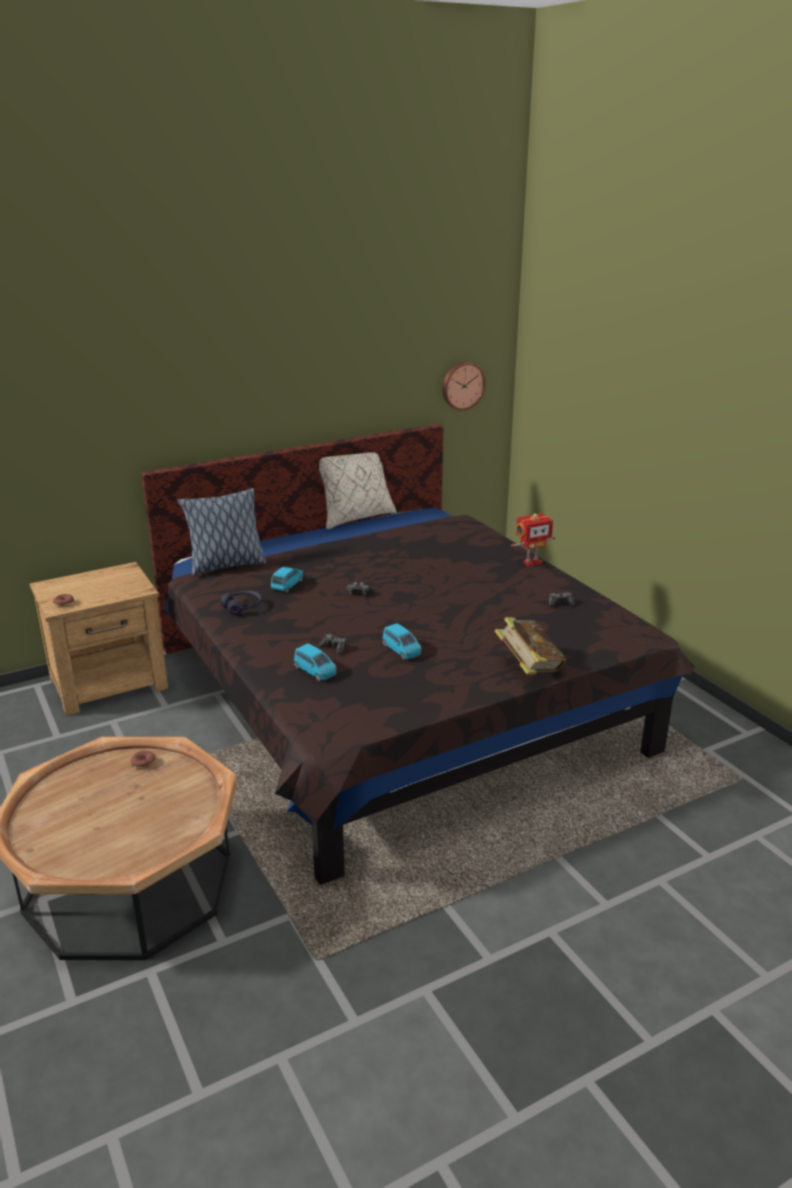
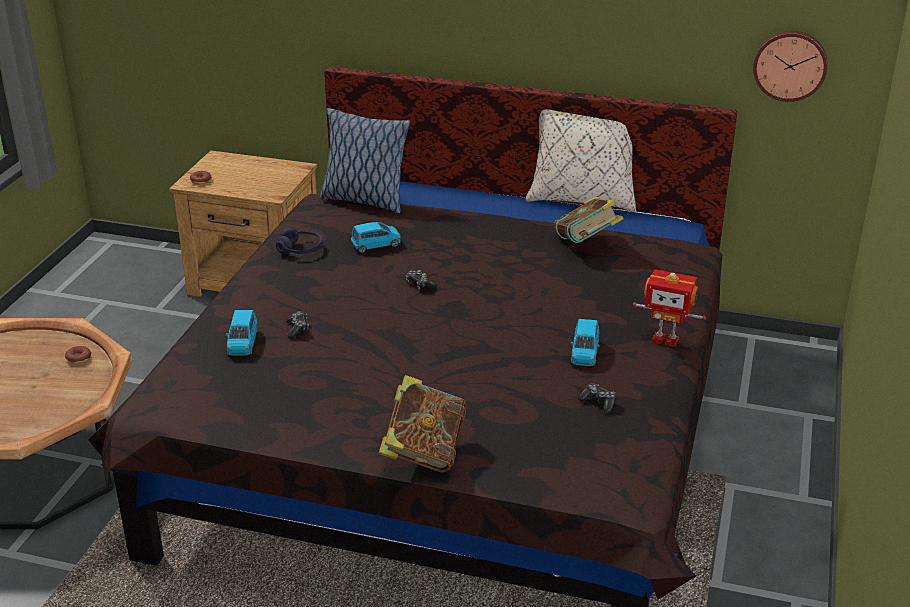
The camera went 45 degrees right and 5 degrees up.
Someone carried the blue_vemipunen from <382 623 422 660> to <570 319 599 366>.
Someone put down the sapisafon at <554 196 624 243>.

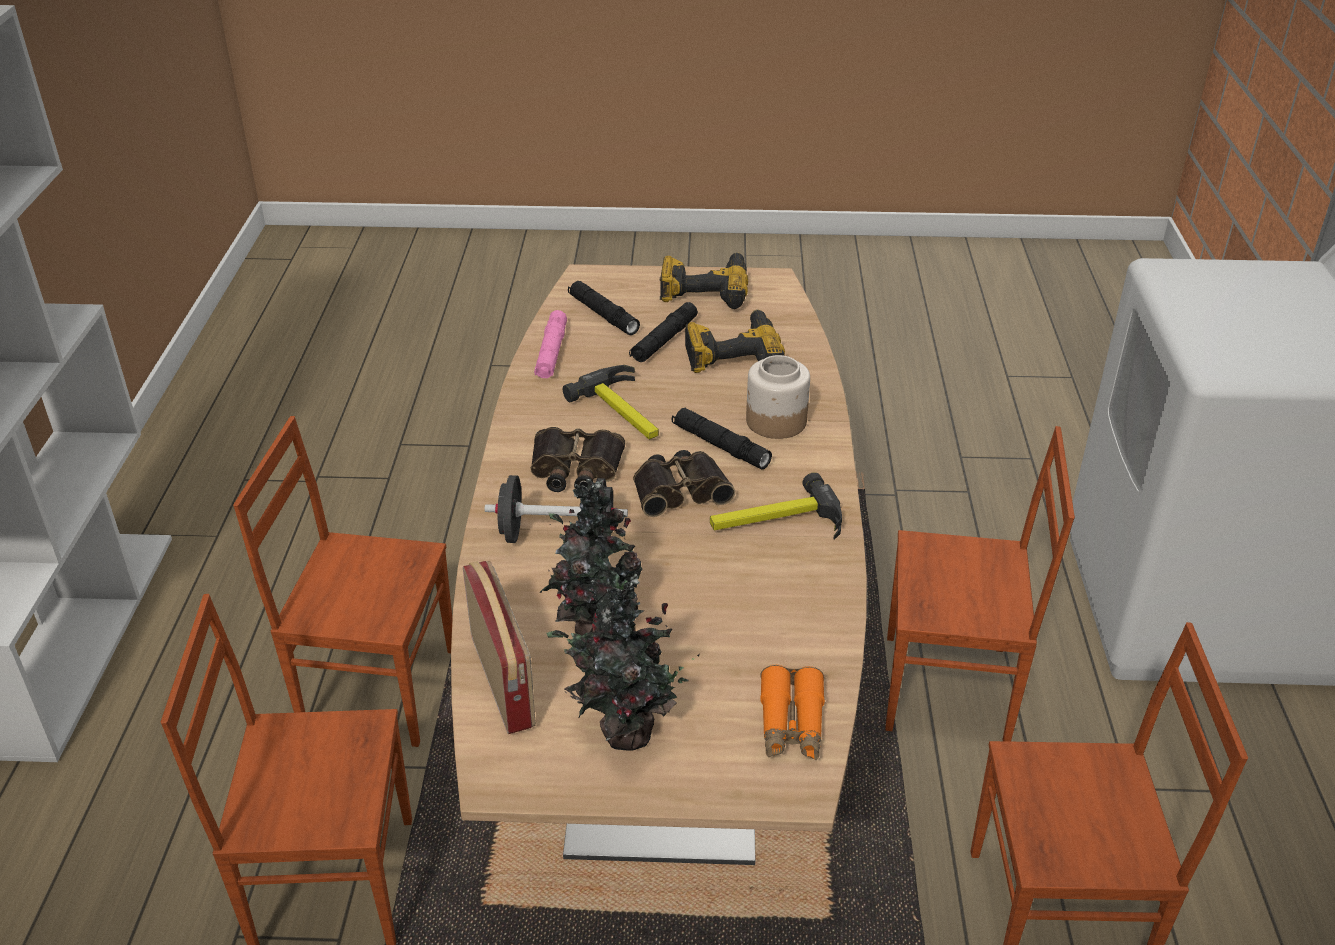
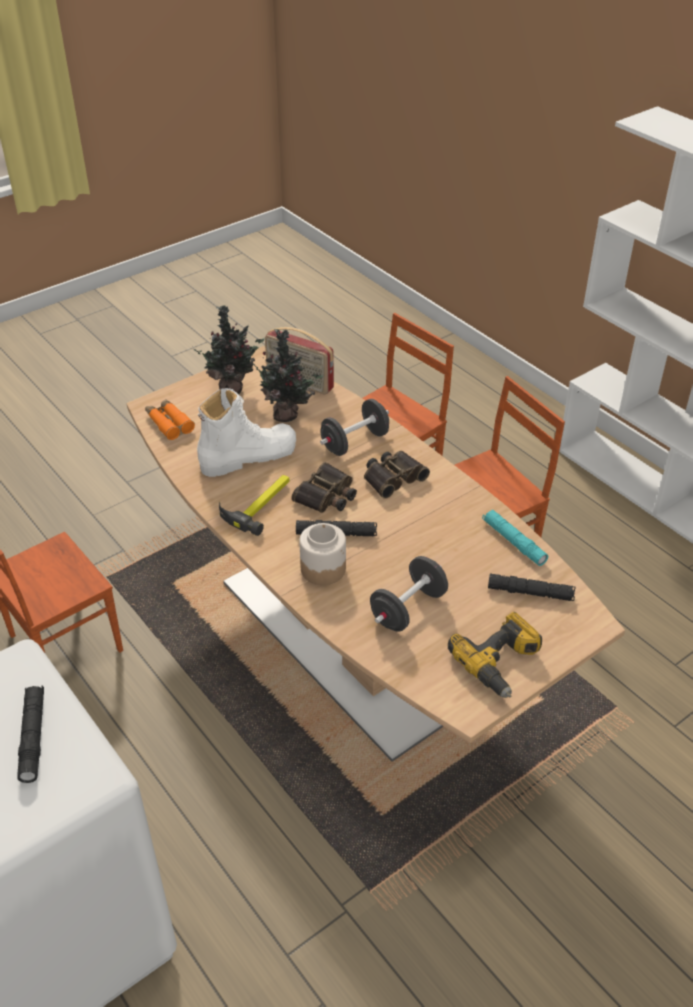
The camera went 140 degrees right and 5 degrees up.
Someone carried the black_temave from <629 302 698 363> to <17 686 44 783>.
Someone swapped the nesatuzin at <685 309 785 373> for the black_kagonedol at <370 556 448 632>.
Someone repainted the pink_temave at <534 310 567 378>, which became the turquoise_temave at <482 510 548 566>.
Someone took away the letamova at <563 365 659 440>.
Someone took away the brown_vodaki at <885 426 1075 742>.
Someone put down the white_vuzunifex at <197 388 296 477>.

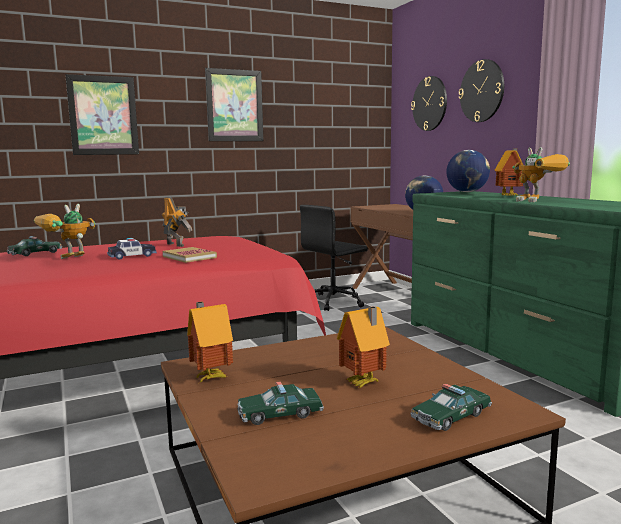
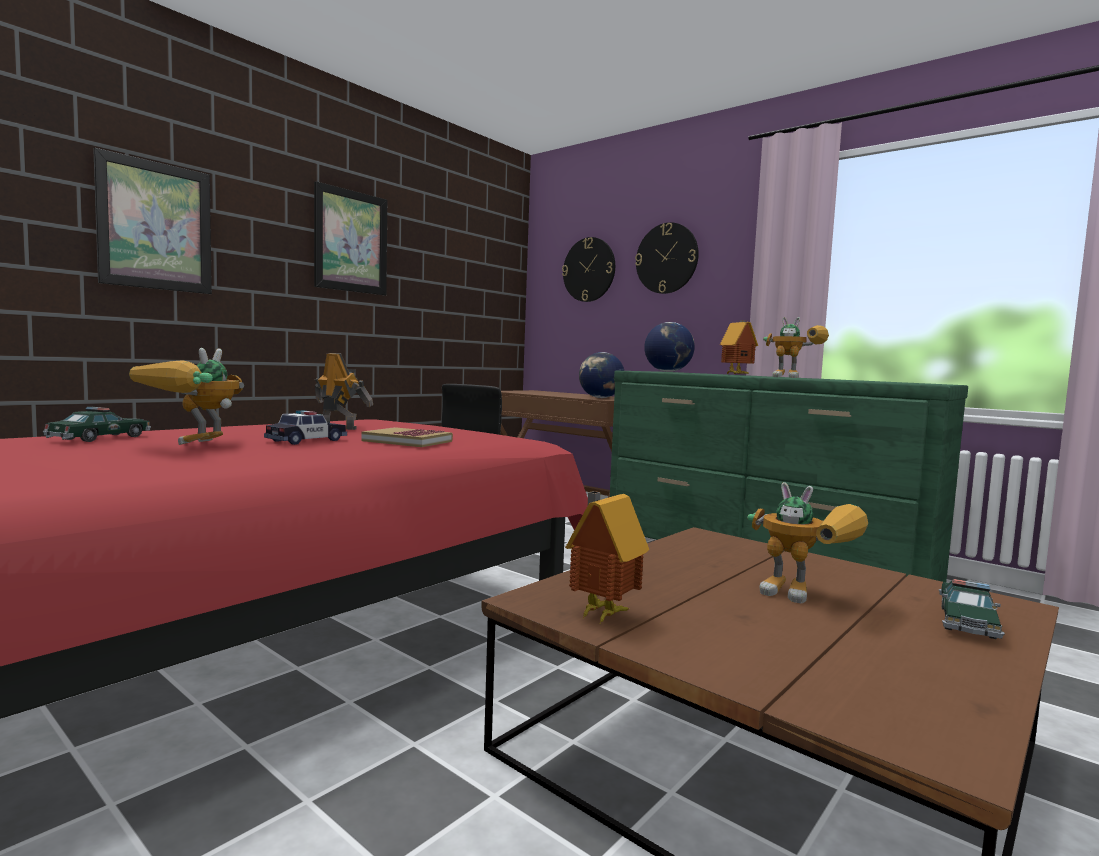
The camera went 25 degrees left and 5 degrees down.
Someone swapped the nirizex at <337 306 390 388> for the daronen at <747 482 868 603>.
Someone took away the vemipunen at <237 381 324 425>.

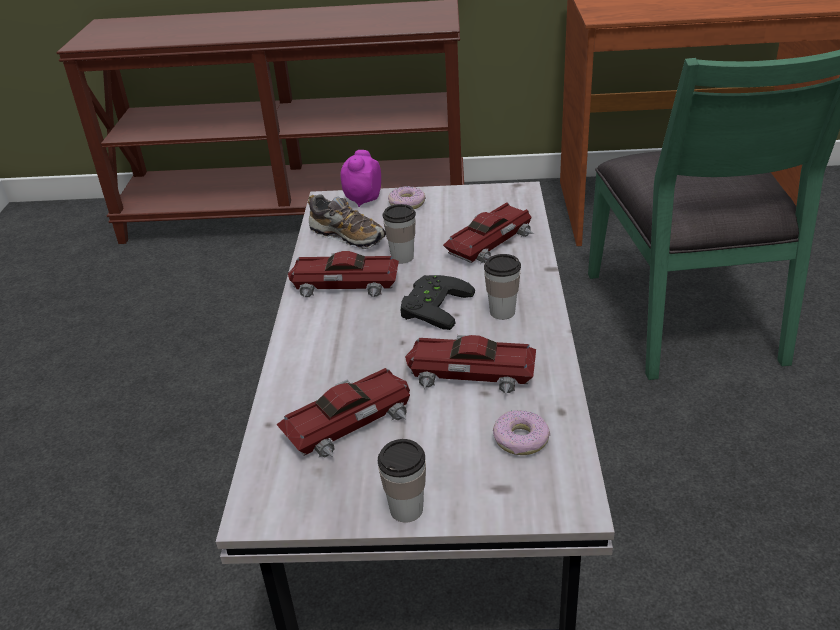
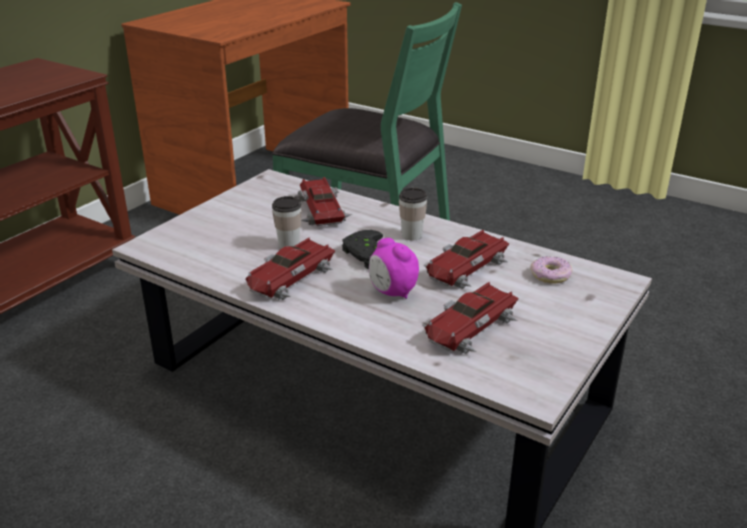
The camera went 60 degrees left and 5 degrees down.
Someone carried the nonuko from <340 150 381 207> to <369 238 419 299>.
Someone took away the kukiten at <388 186 426 209>.
Someone took away the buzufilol at <308 194 386 249>.
Someone rotated the vemipunen at <276 368 410 457> by 135 degrees counterclockwise.
Someone took away the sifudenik at <378 439 426 523>.

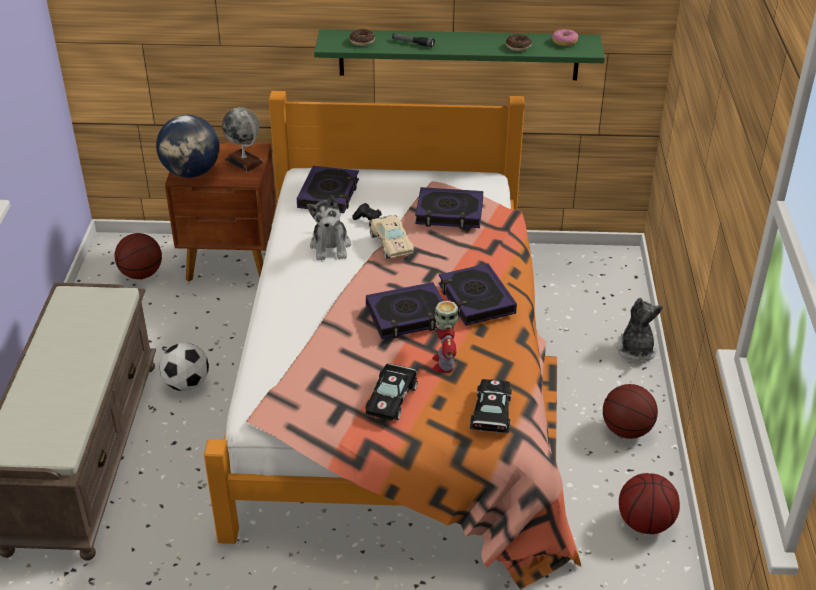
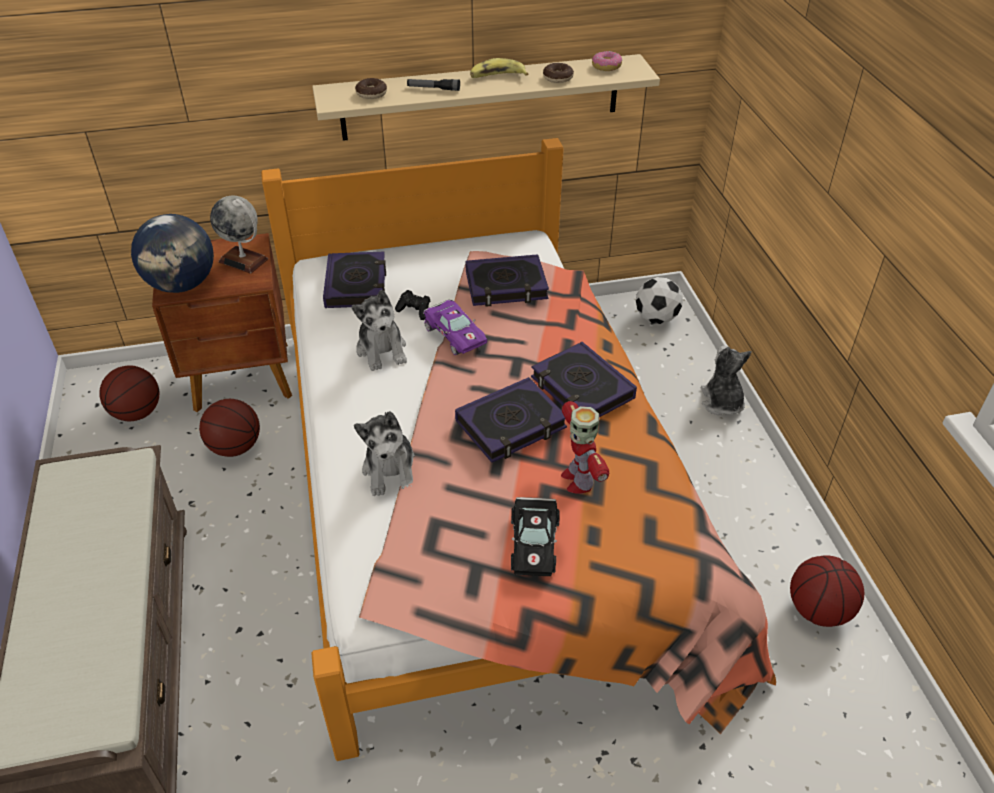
The camera went 15 degrees left and 5 degrees up.
Someone repainted the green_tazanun at <314 29 605 80>, which became the beige_tazanun at <312 54 660 141>.
Someone repainted the beige_vemipunen at <370 215 414 259>, which became the purple_vemipunen at <423 299 487 355>.
Someone carried the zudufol from <159 343 209 391> to <636 277 683 324>.
Someone took away the black_vemipunen at <470 379 512 434>.
Someone carried the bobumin from <603 384 658 439> to <199 399 260 457>.
Someone put down the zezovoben at <470 58 528 78>.
Someone put down the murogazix at <354 411 415 496>.

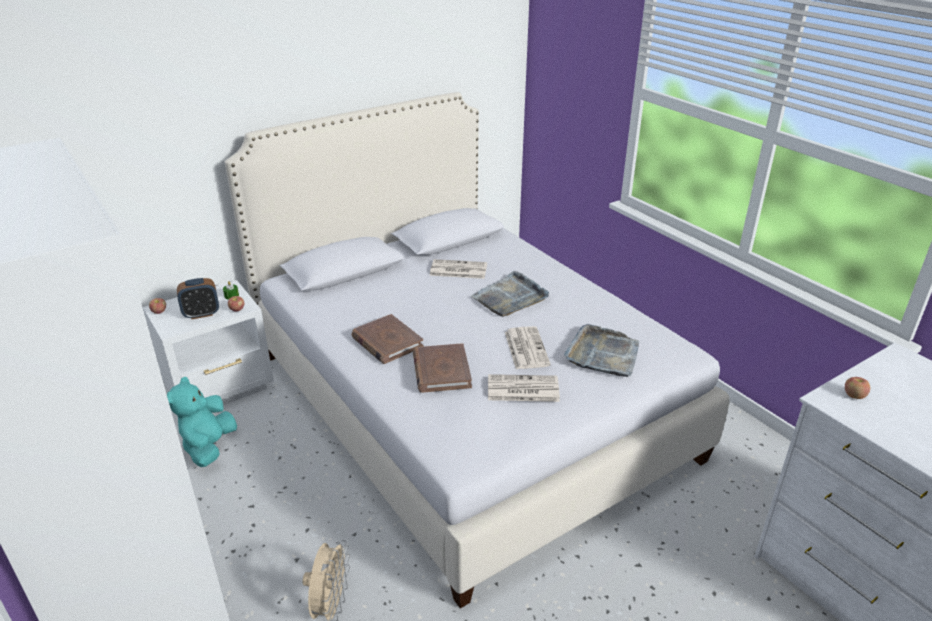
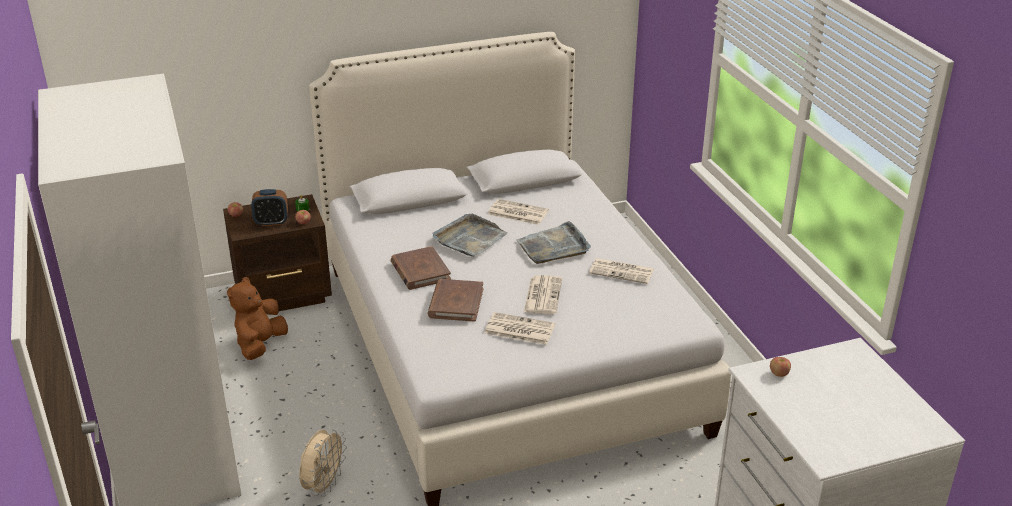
The camera went 15 degrees right and 0 degrees up.
Someone repainted the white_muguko at <143 280 274 405>, which became the brown_muguko at <223 194 332 311>.
Someone carried the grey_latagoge from <564 324 639 377> to <433 214 508 257>.
Someone repainted the turquoise_murogazix at <167 377 237 467>, which became the brown_murogazix at <227 277 288 360>.
Someone put down the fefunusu at <589 258 654 284>.

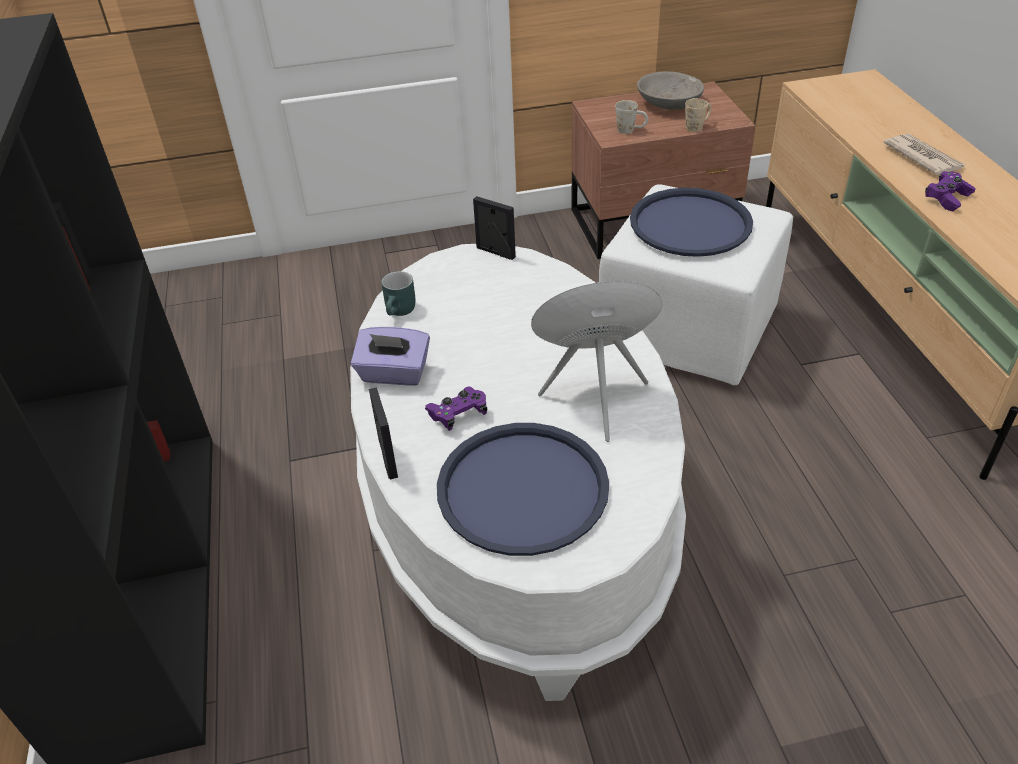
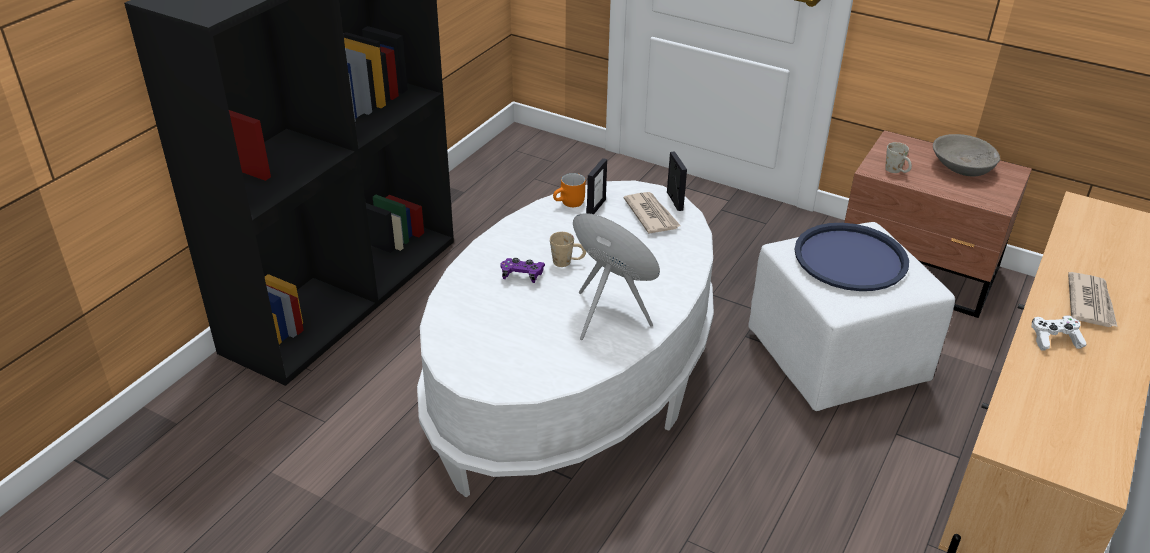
The camera went 40 degrees right and 5 degrees down.
Someone carried the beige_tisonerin from <685 98 712 132> to <550 232 586 267>.
Someone repainted the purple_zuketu at <925 171 976 211>, which became the white_zuketu at <1032 315 1086 351>.
Someone repainted the turquoise_tisonerin at <381 271 416 316>, which became the orange_tisonerin at <553 173 585 207>.
Someone took away the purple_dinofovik at <351 327 430 386>.
Someone carried the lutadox from <369 387 398 480> to <586 158 607 214>.
Someone took away the blue_latagoge at <437 423 609 556>.
Someone put down the fefunusu at <624 192 681 234>.

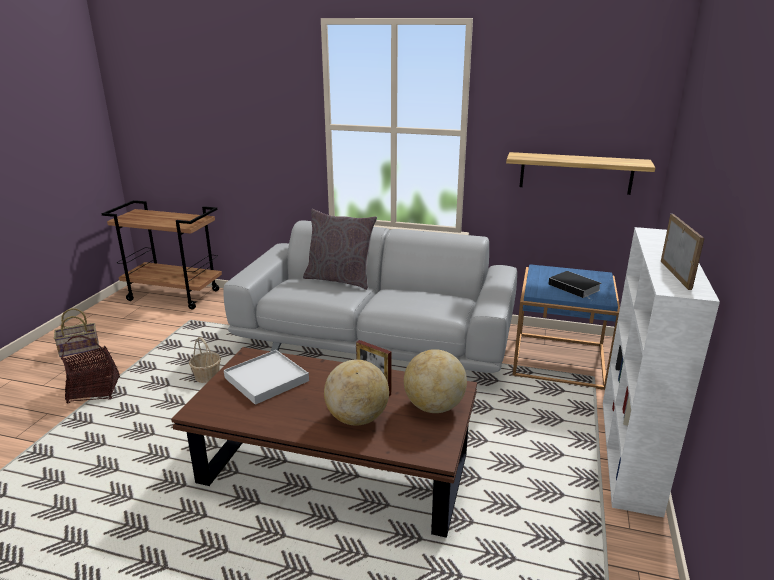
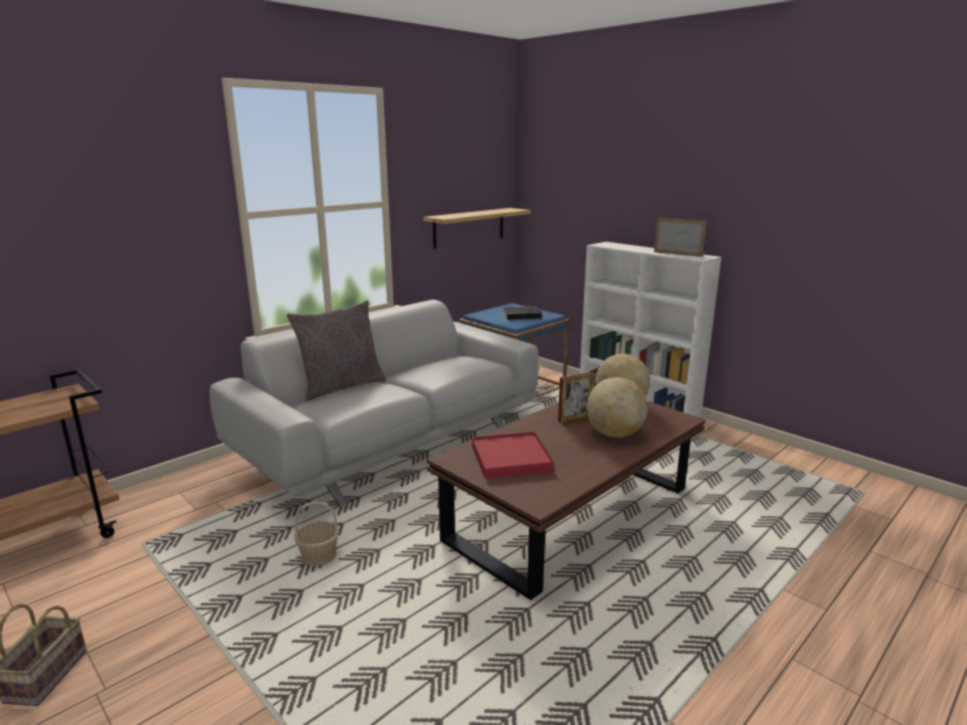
The camera went 60 degrees left and 5 degrees down.
Someone took away the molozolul at <61 336 120 403>.
Someone repainted the white_latagoge at <224 350 309 405>, which became the red_latagoge at <472 432 554 479>.

